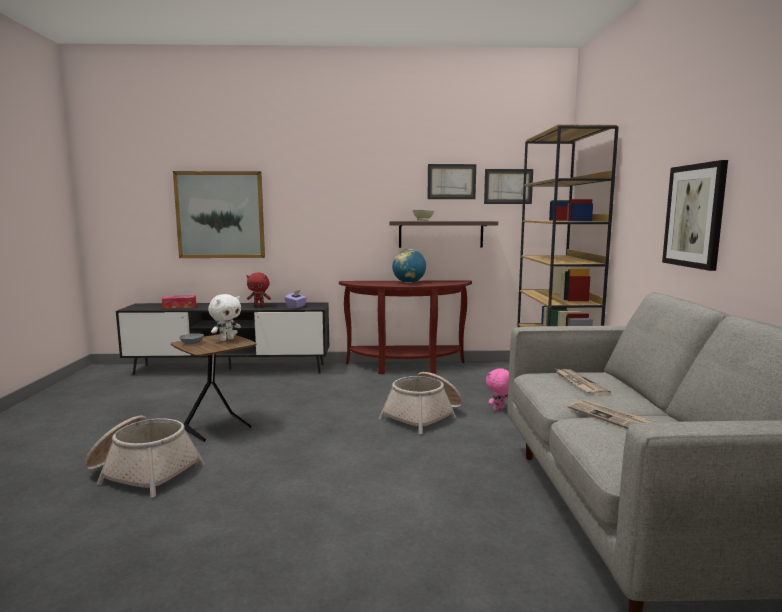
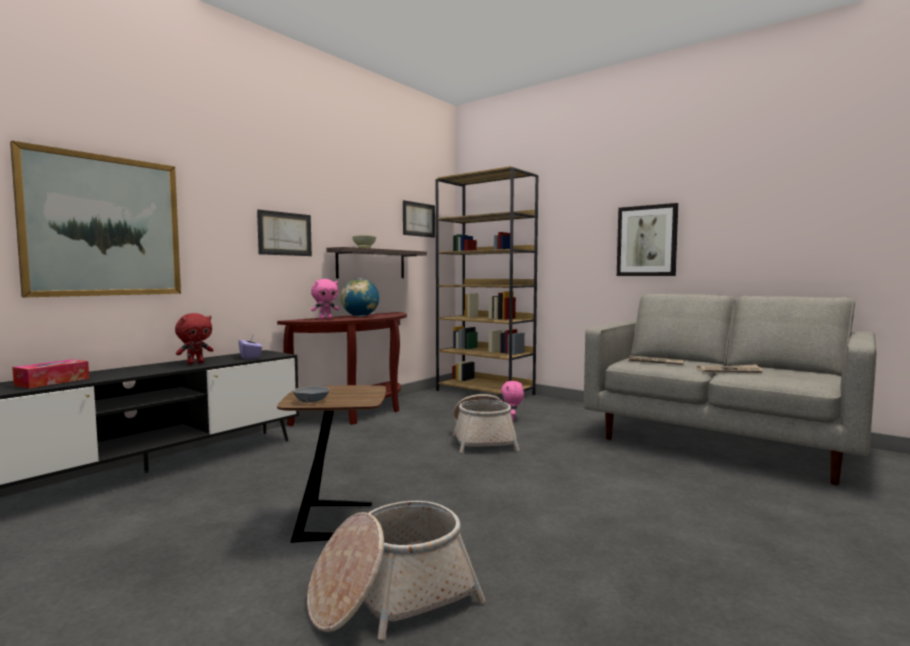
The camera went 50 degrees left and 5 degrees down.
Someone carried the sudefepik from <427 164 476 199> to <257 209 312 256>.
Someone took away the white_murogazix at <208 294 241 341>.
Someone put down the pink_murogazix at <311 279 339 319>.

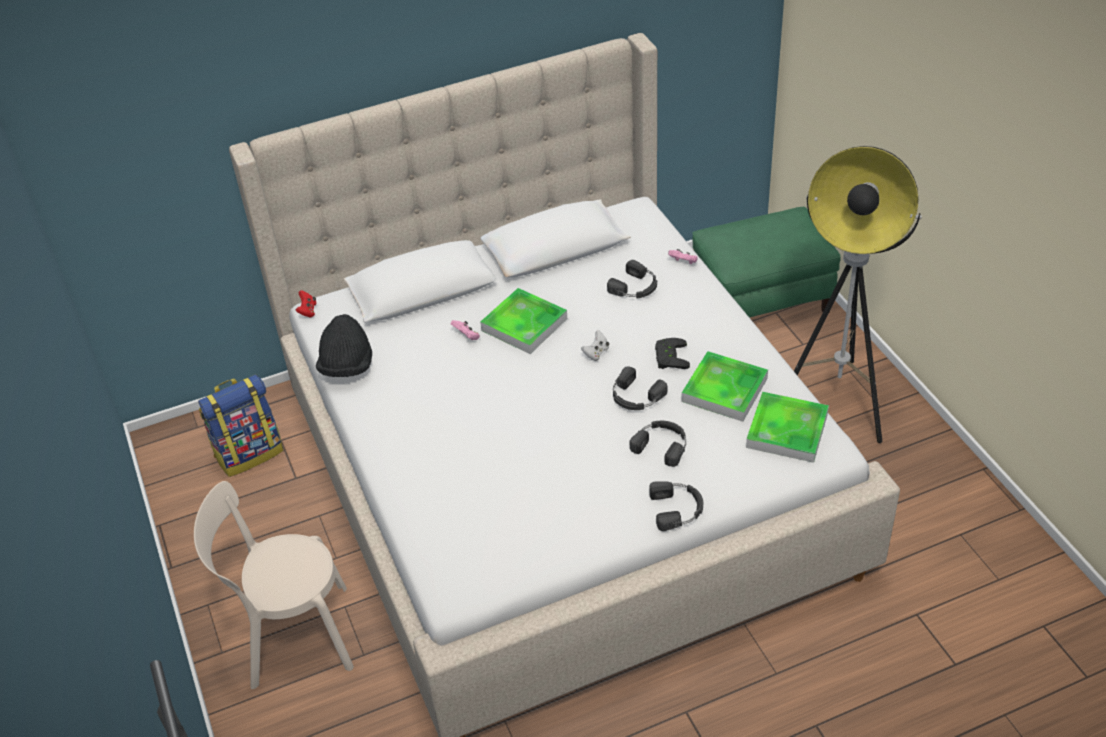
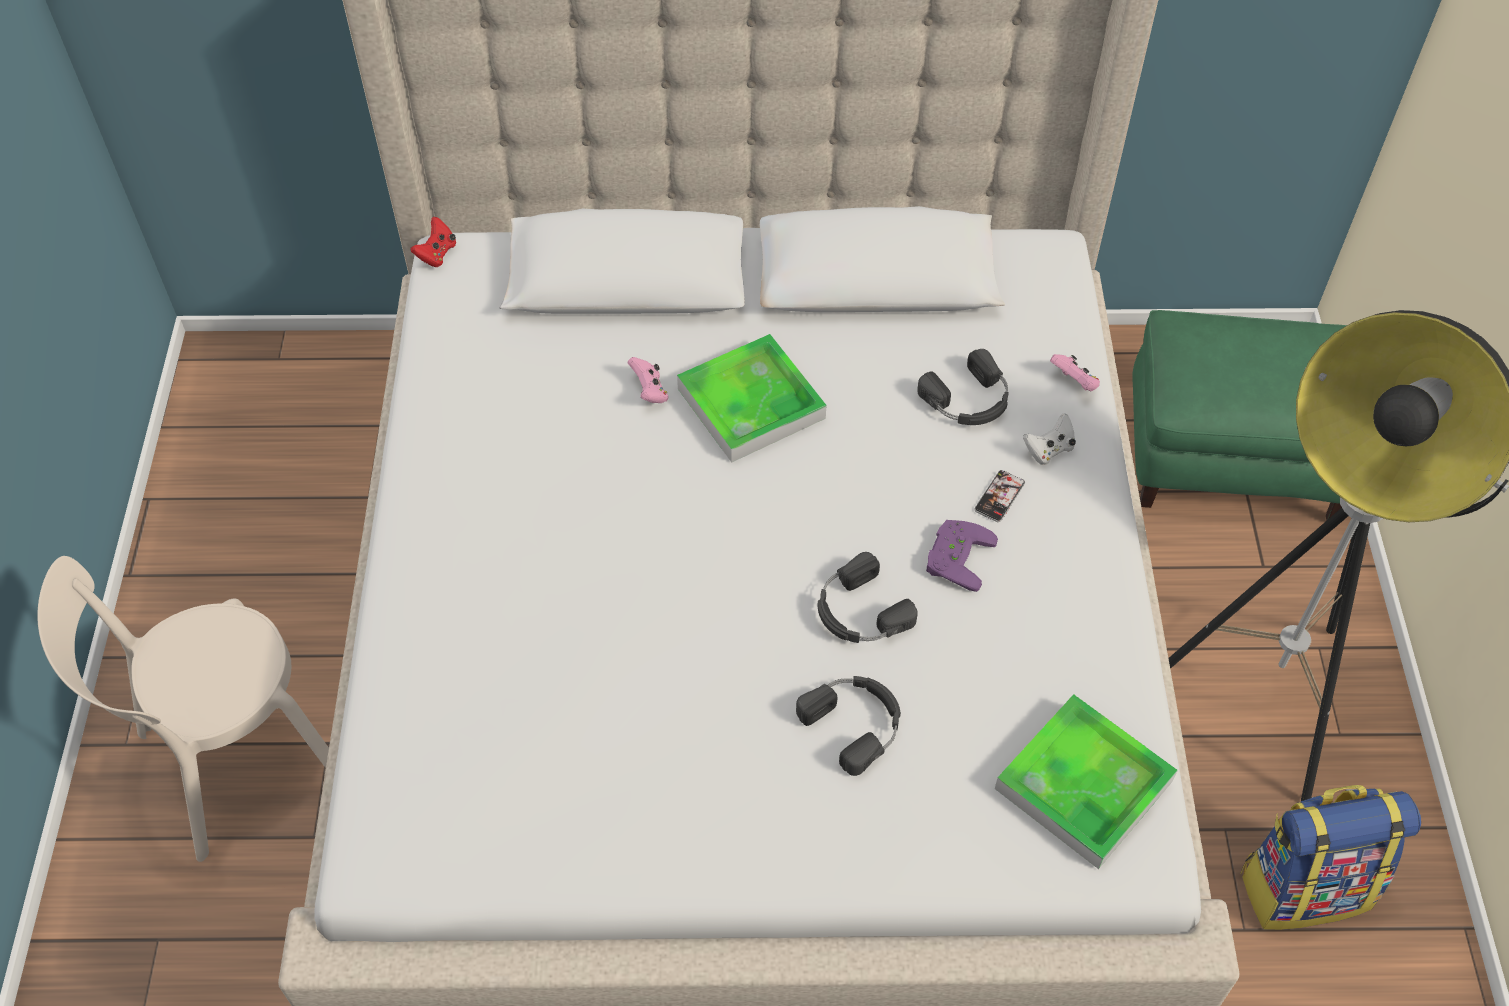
The camera went 20 degrees right and 10 degrees up.
Someone took away the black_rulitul at <316 314 372 377>.
Someone carried the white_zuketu from <581 330 609 361> to <1023 413 1076 465>.
Someone repainted the black_zuketu at <655 338 690 369>, which became the purple_zuketu at <926 520 998 592>.
Someone took away the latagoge at <681 351 768 422>.
Someone carried the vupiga from <198 374 283 477> to <1241 785 1421 930>.
Someone rotated the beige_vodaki at <194 481 354 689> by 45 degrees counterclockwise.
Someone took away the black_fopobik at <649 482 703 531>.
Someone put down the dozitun at <974 470 1025 522>.

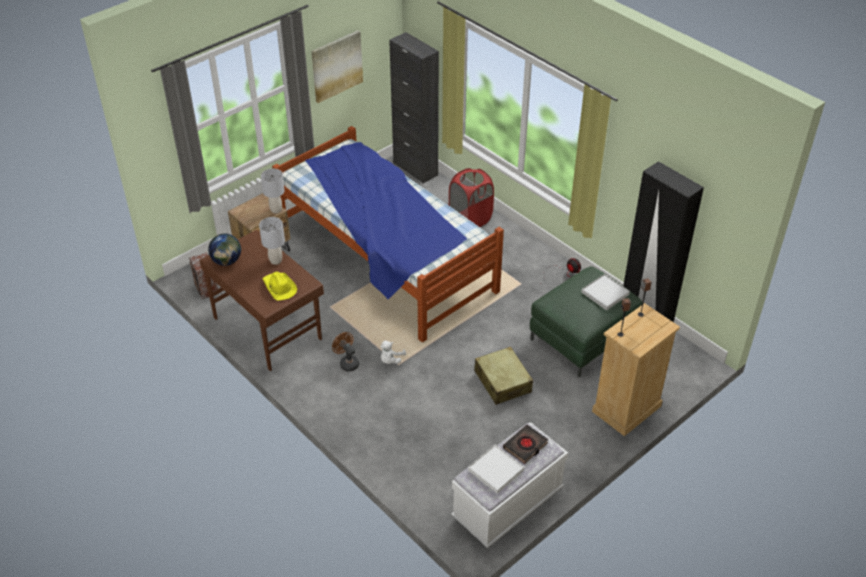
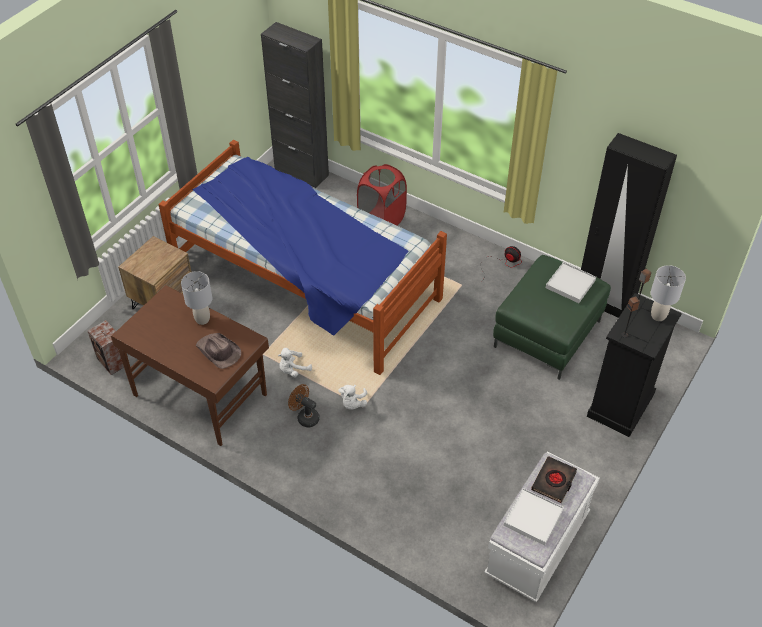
The camera went 15 degrees left and 5 degrees up.
Someone took away the sudefepik at <312 30 363 103>.
Someone carried the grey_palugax from <261 168 285 213> to <651 265 686 321>.
Someone took away the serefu at <208 234 241 266>.
Someone repainted the yellow_rulitul at <263 271 297 300>, which became the brown_rulitul at <196 333 241 369>.
Someone repainted the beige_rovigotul at <592 303 680 436>, which became the black_rovigotul at <587 293 682 437>.
Someone took away the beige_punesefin at <474 347 533 405>.
Someone put down the white_murogazix at <278 348 312 377>.

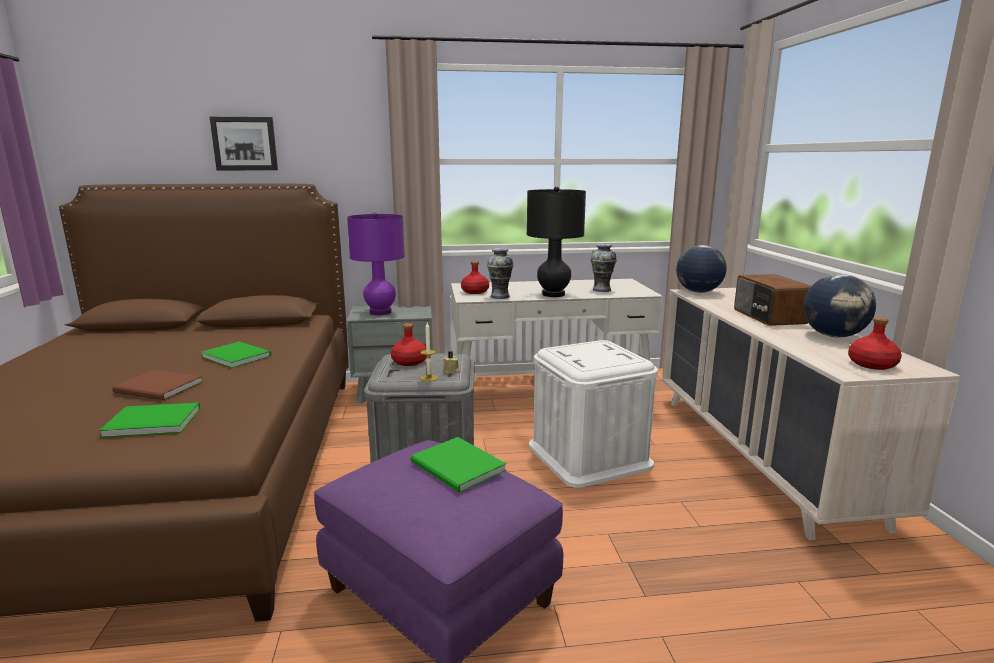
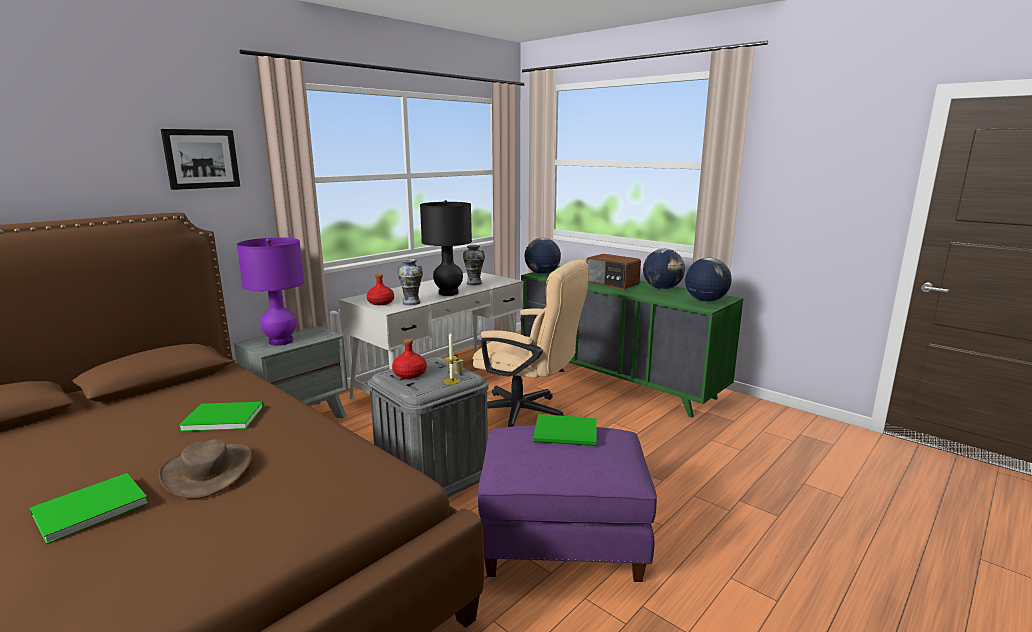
The camera went 40 degrees left and 0 degrees up.
Someone carried the sudefepik from <210 117 278 170> to <161 129 240 190>.
Someone repainted the beige_rovigotul at <662 288 961 540>, which became the green_rovigotul at <521 266 743 417>.
Someone swapped the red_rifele at <848 317 902 370> for the serefu at <685 258 731 302>.
Someone swapped the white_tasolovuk at <529 340 658 488> for the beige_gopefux at <472 260 589 427>.
Someone swapped the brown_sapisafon at <112 370 202 400> for the brown_rulitul at <159 439 253 499>.
Someone carried the green_sapisafon from <99 403 200 438> to <30 473 148 544>.

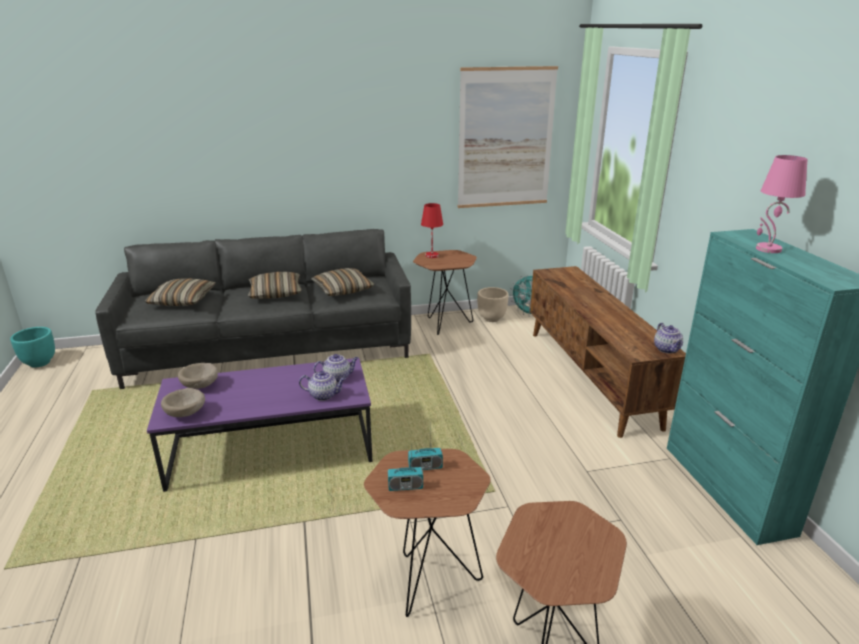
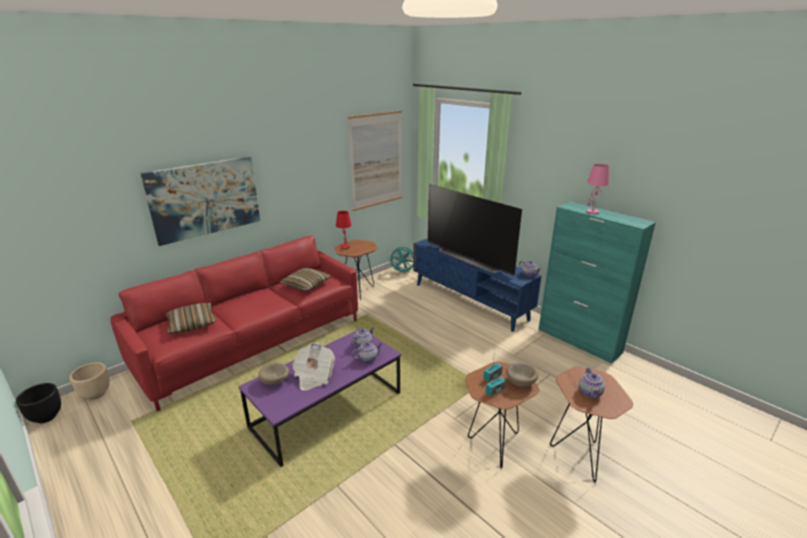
The camera went 30 degrees left and 0 degrees up.
Someone repainted the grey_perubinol at <95 229 411 389>, which became the red_perubinol at <110 236 358 411>.
Someone repainted the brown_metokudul at <530 266 686 438>, which became the blue_metokudul at <413 238 541 332>.
Someone took away the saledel at <248 272 302 299>.
Someone carried the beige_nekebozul from <477 287 509 322> to <69 362 110 400>.
Someone repainted the turquoise_nekebozul at <10 327 55 368>, which became the black_nekebozul at <16 383 61 423>.
Someone carried the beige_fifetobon from <161 388 205 417> to <506 362 538 387>.
Someone put up the sudefepik at <140 156 260 246>.
Someone put down the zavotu at <428 184 522 276>.
Someone put down the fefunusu at <292 342 335 391>.
Someone put down the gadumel at <579 368 605 399>.

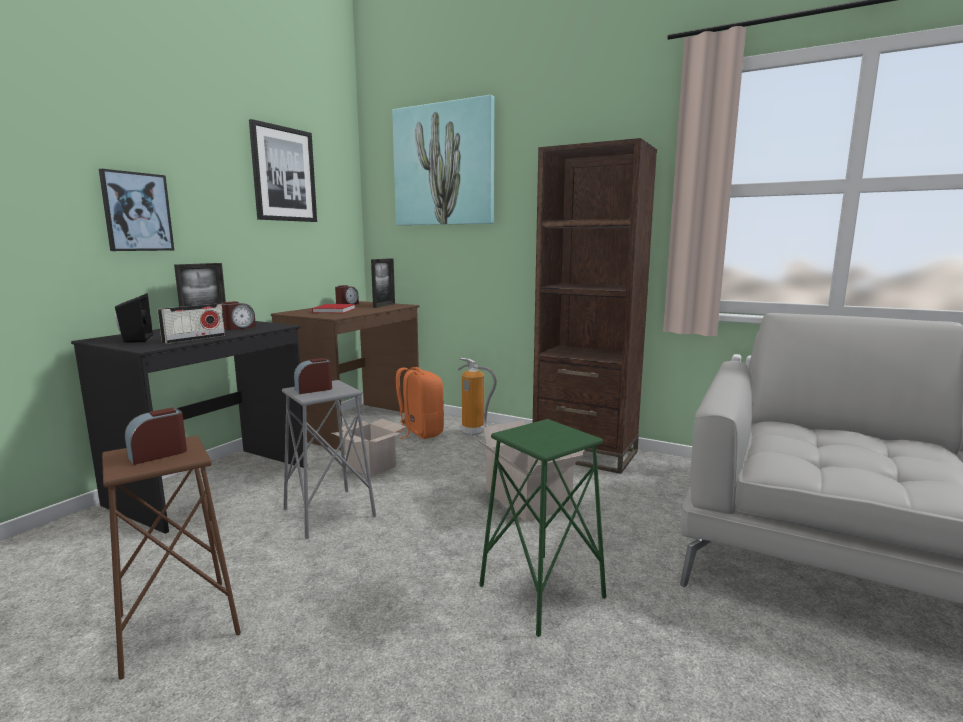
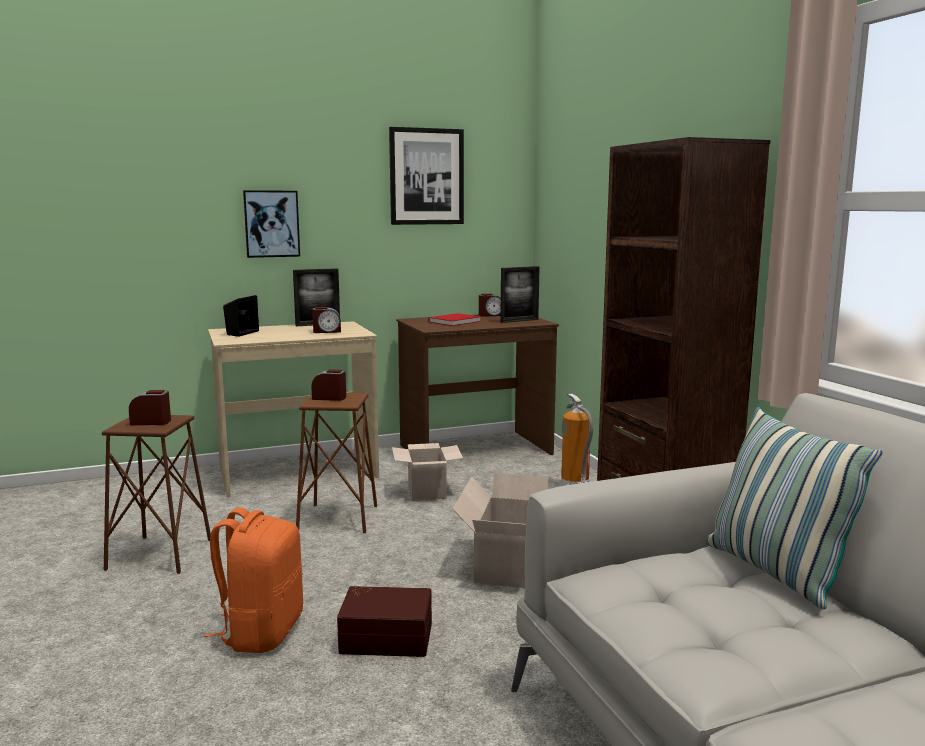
The camera went 40 degrees right and 0 degrees up.
Someone took away the sudefepik at <392 95 494 225>.
Someone took away the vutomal at <158 304 225 344>.
Someone repainted the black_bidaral at <71 321 308 534>, which became the beige_bidaral at <208 321 379 497>.
Someone carried the orange_vupiga from <396 367 444 439> to <203 507 303 653>.
Someone repainted the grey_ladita at <282 380 376 539>, which became the brown_ladita at <296 393 377 533>.
Someone swapped the green_ladita at <479 419 606 637> for the brown_tasolovuk at <337 586 432 657>.
Someone put down the saledel at <706 407 883 609>.

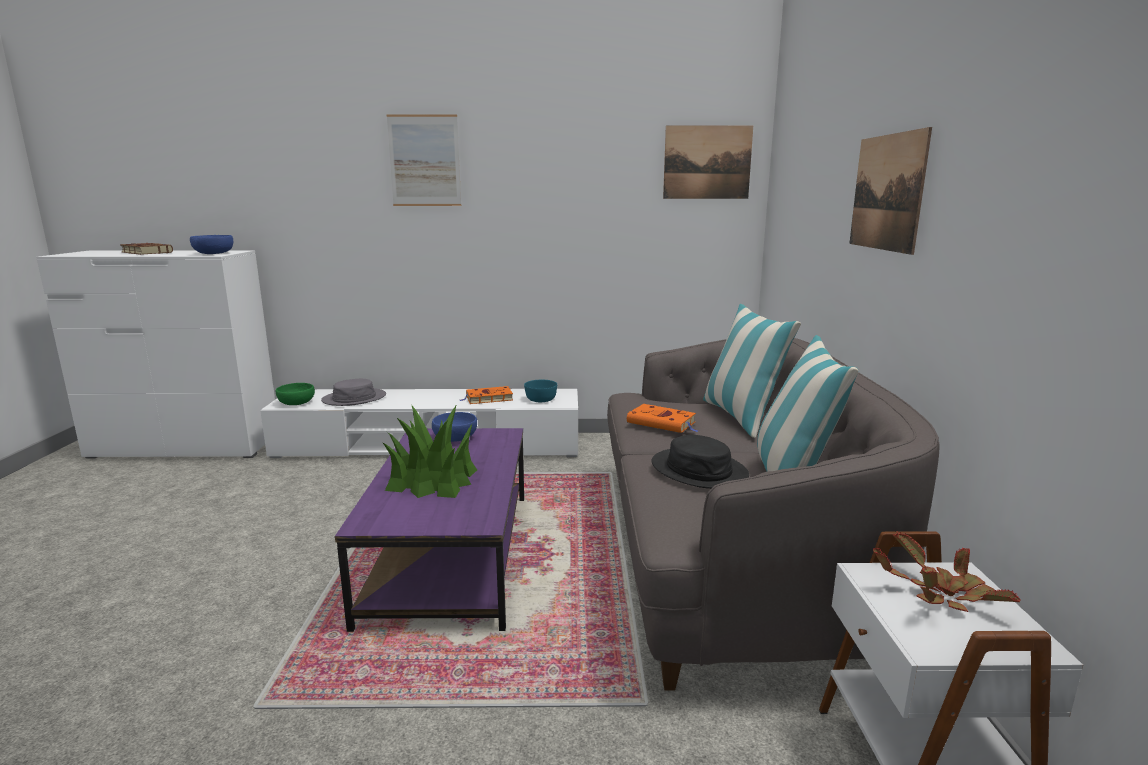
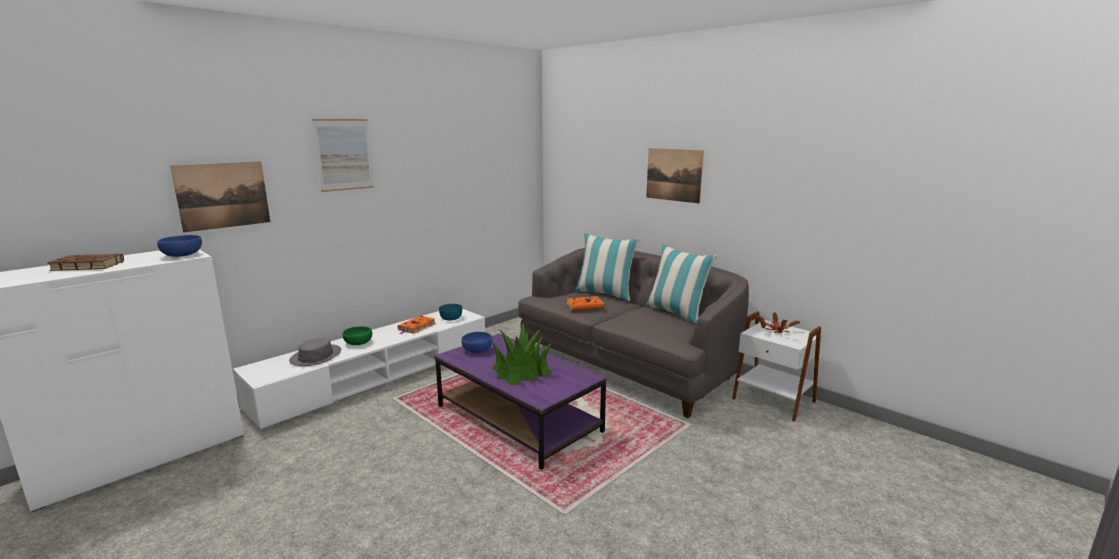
The camera went 45 degrees left and 0 degrees up.
Someone carried the sudefepik from <663 126 753 199> to <170 161 270 232>.
Someone carried the green_fifetobon from <276 383 315 405> to <342 326 372 345>.
Someone took away the black_rulitul at <652 435 749 489>.

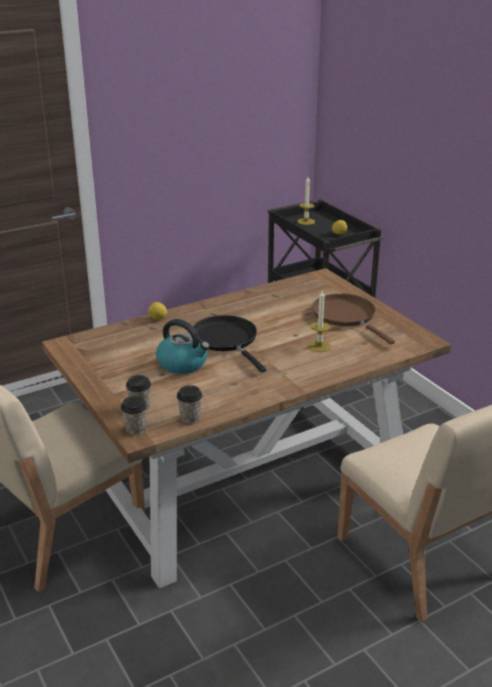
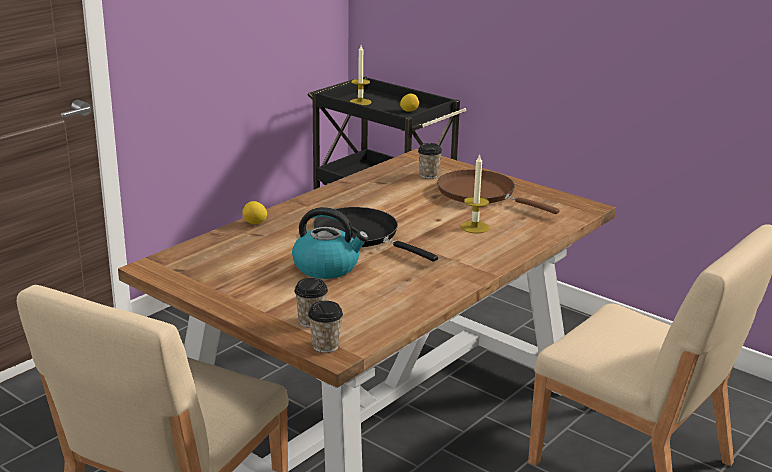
The camera went 20 degrees left and 5 degrees down.
Someone carried the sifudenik from <177 385 202 424> to <418 143 442 179>.

